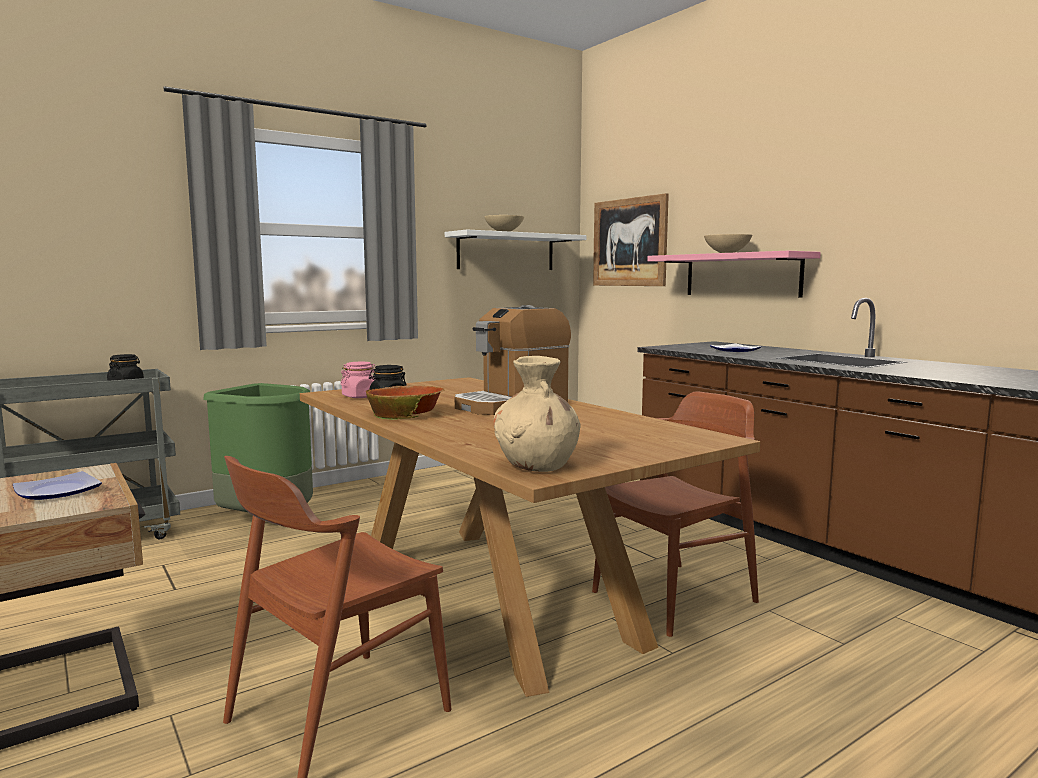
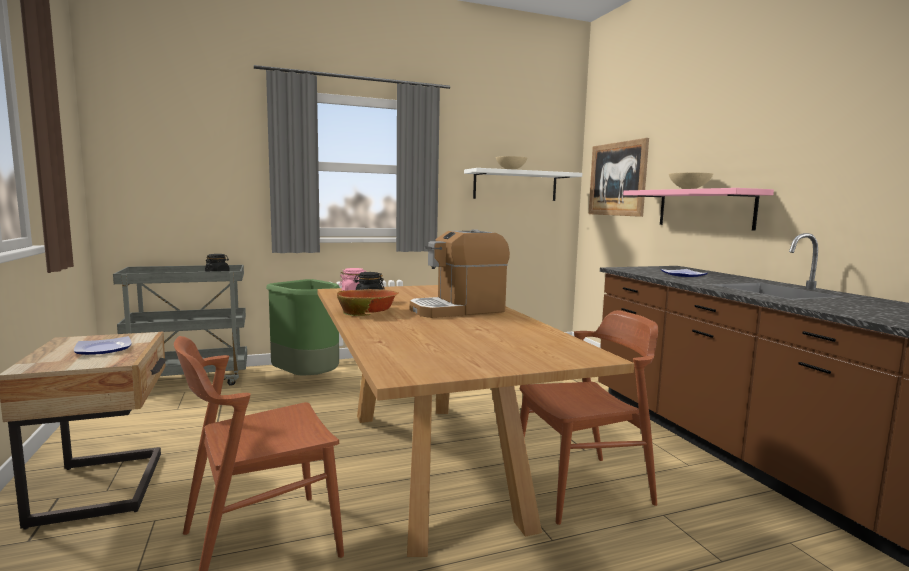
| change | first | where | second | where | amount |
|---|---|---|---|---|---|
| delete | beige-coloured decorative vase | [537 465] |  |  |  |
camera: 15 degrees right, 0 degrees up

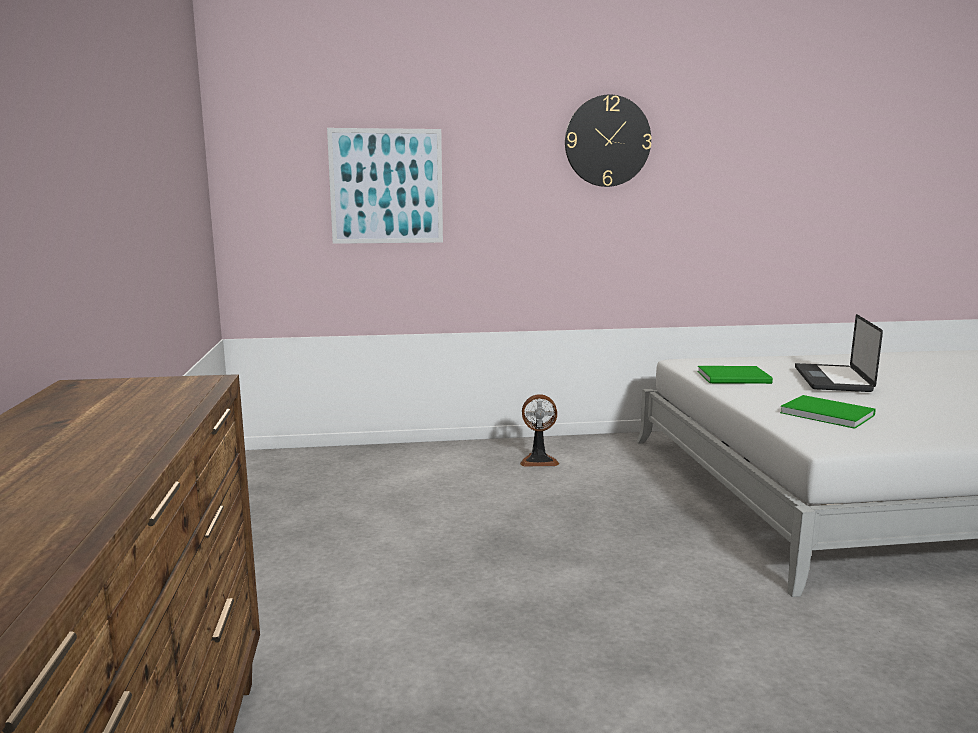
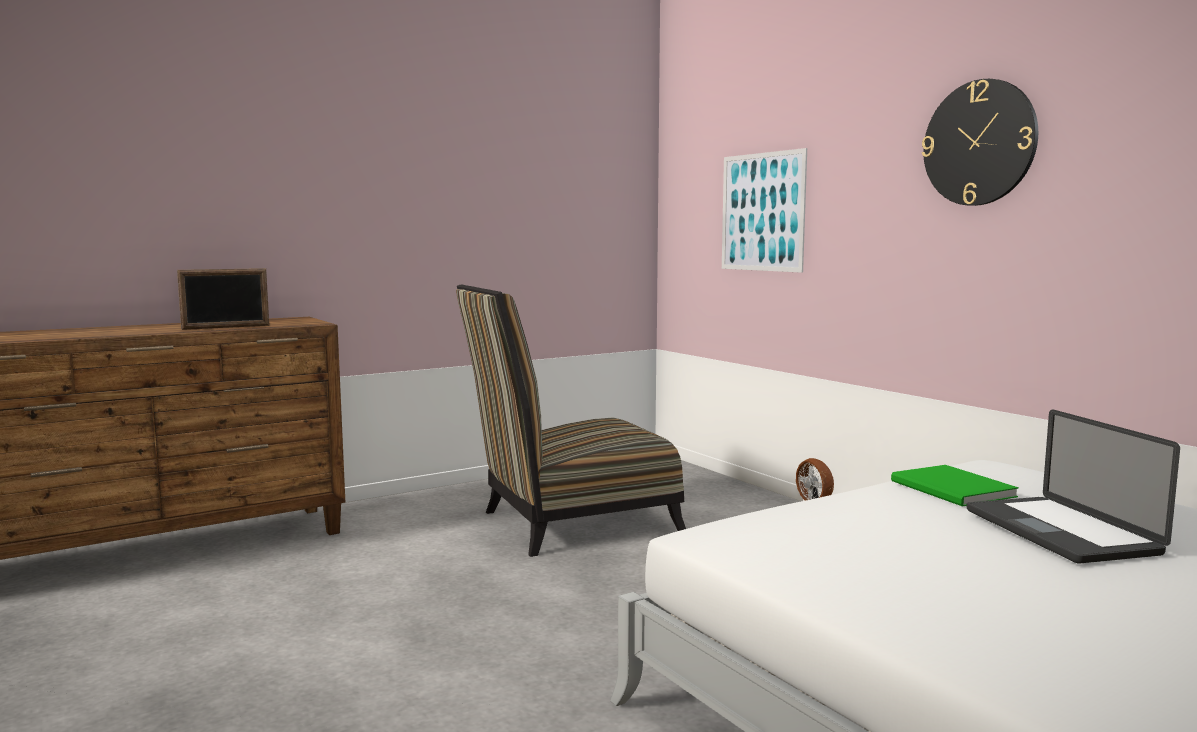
| change | first | where | second | where | amount |
|---|---|---|---|---|---|
| rotate | portable computer | [832 379] |  | [1059 532] | 90 degrees counterclockwise |
| delete | greenish bound book | [825 413] |  |  |  |
| insert |  |  | picture frame | [226 327] |  |
| insert |  |  | plain chair | [569 523] |  |
camera: 65 degrees right, 5 degrees down

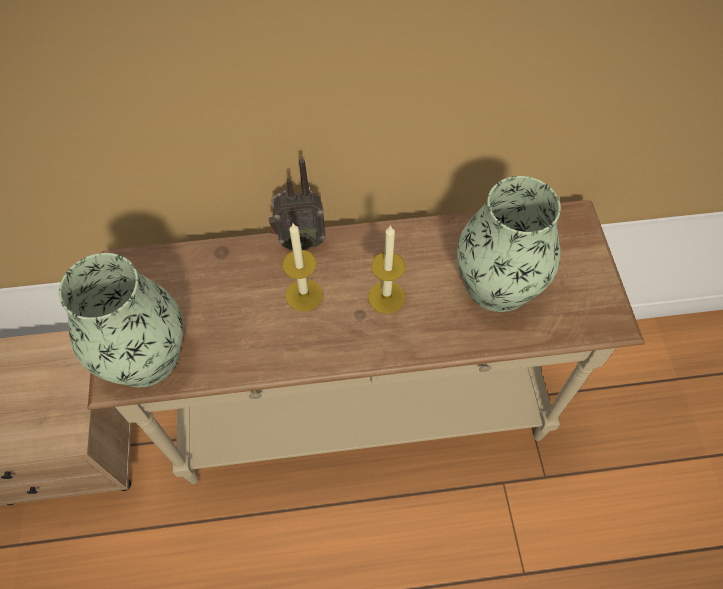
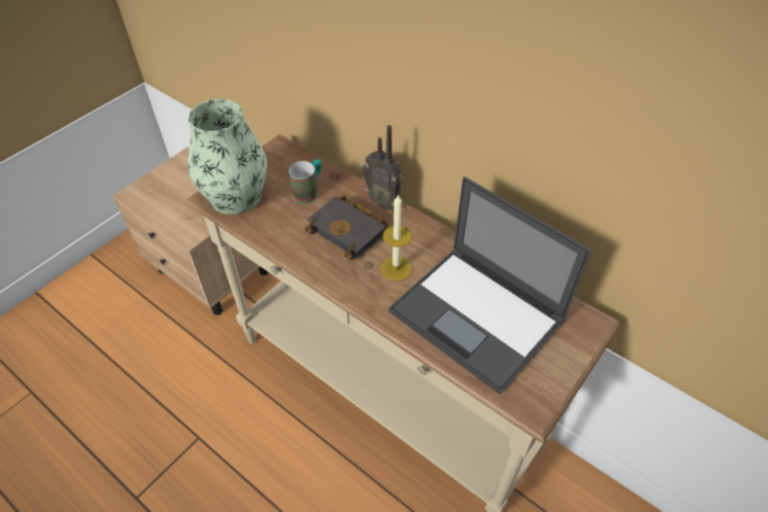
| change | first | where | second | where | amount |
|---|---|---|---|---|---|
| replace | decorative vase | [498 283] | portable computer | [478 317] |  |
| replace | candle | [304 295] | blackish bound book | [350 230] |  |
| insert |  |  | mug | [309 191] |  |
camera: 45 degrees right, 10 degrees down

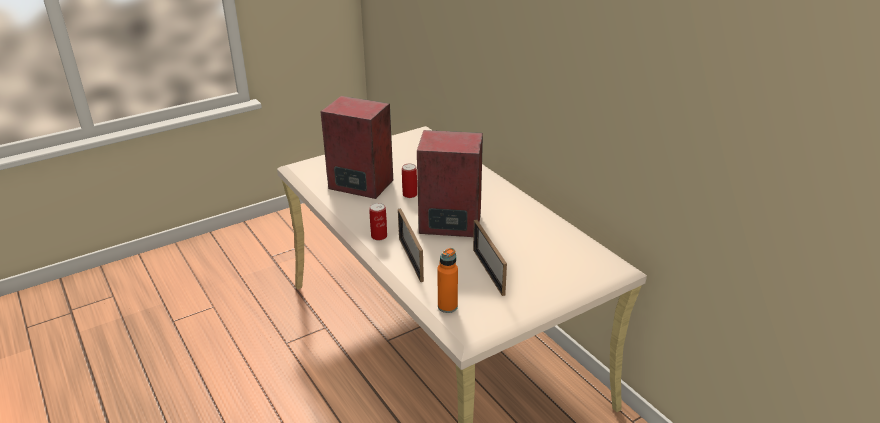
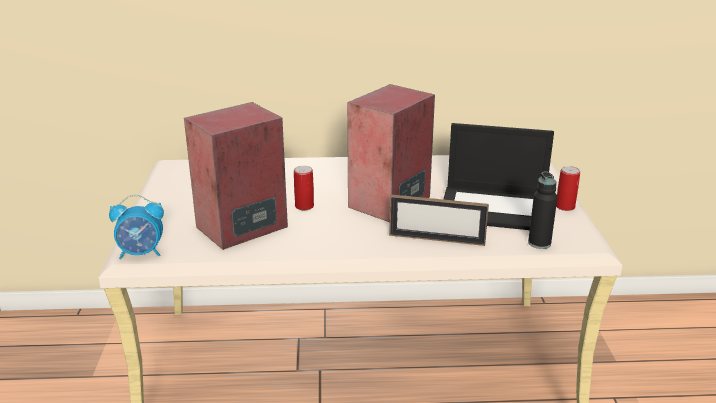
| change | first | where | second | where | amount |
|---|---|---|---|---|---|
| move | metal can | [379 236] |  | [565 207] |  |
| replace | picture frame | [488 271] | portable computer | [495 208] |  |
| recolor | orangey beverage bottle | [447 306] | blackish beverage bottle | [539 243] |  |
| insert |  |  | table clock | [141 253] |  |
camera: 60 degrees left, 5 degrees down

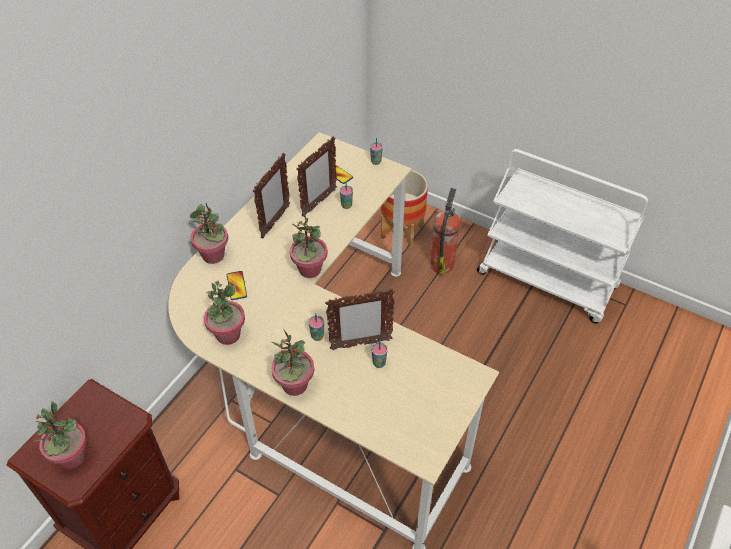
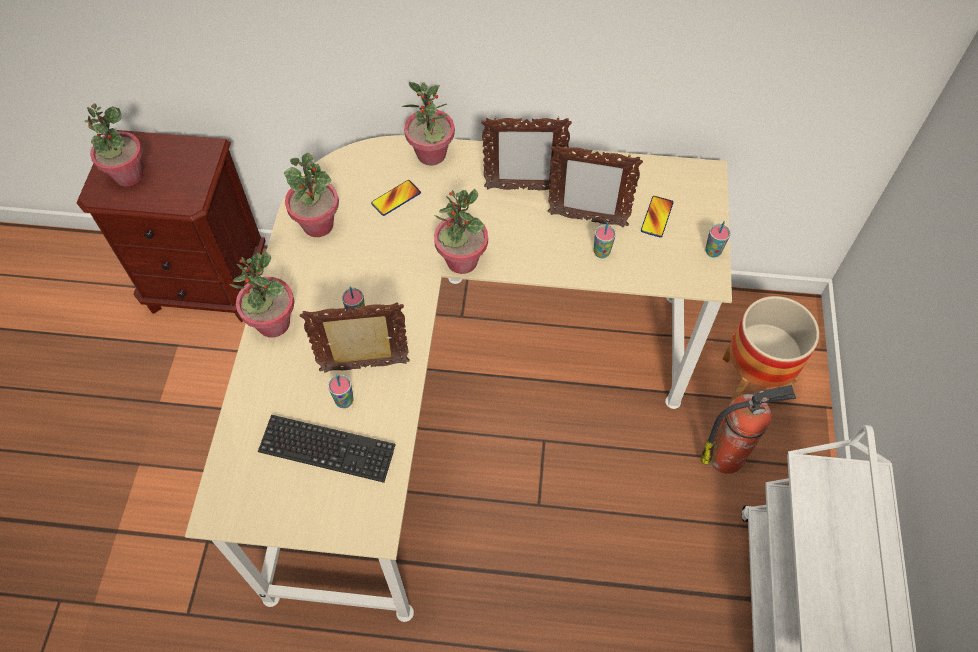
| change | first | where | second | where | amount |
|---|---|---|---|---|---|
| rotate | picture frame | [360 344] |  | [366 367] | 120 degrees clockwise |
| insert |  |  | PC keyboard | [327 449] |  |
camera: 65 degrees right, 10 degrees up

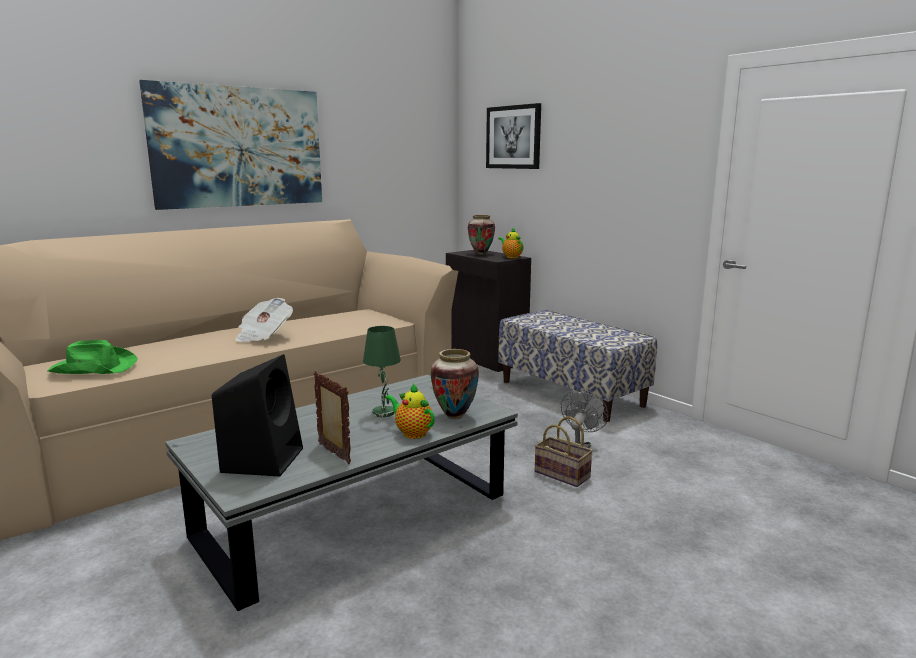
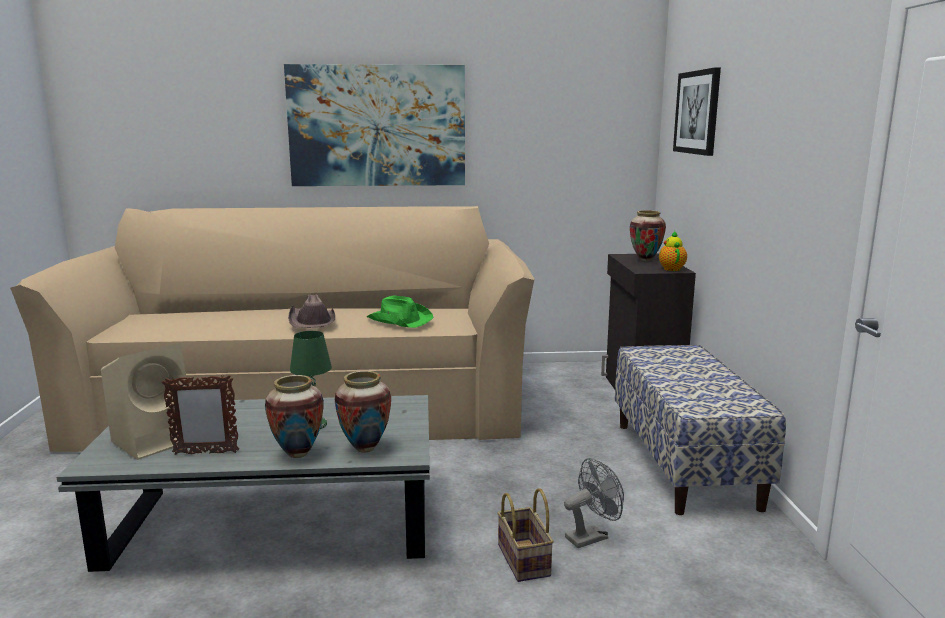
| change | first | where | second | where | amount |
|---|---|---|---|---|---|
| replace | printed paper | [263 335] | brown-coloured clothing hat | [312 320] |  |
| move | greenish clothing hat | [93 368] |  | [399 320] |  |
| recolor | blackish loudspeaker | [263 459] | beige-coloured loudspeaker | [156 440] |  |
| rotate | picture frame | [333 454] |  | [205 453] | 90 degrees clockwise |
| replace | pot for tea | [412 433] | decorative vase | [297 454] |  |
camera: 35 degrees right, 0 degrees up

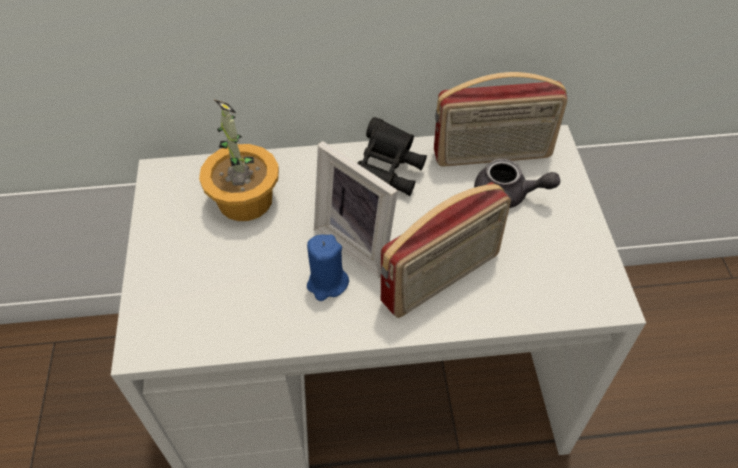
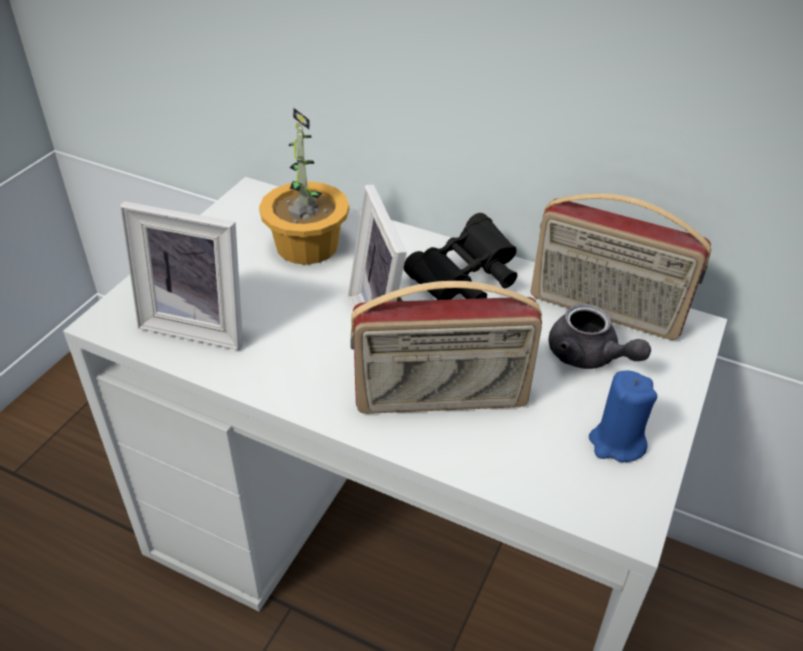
| change | first | where | second | where | amount |
|---|---|---|---|---|---|
| move | blue-coloured candle | [327 283] |  | [616 443] |  |
| insert |  |  | picture frame | [199 324] |  |
camera: 30 degrees right, 10 degrees down

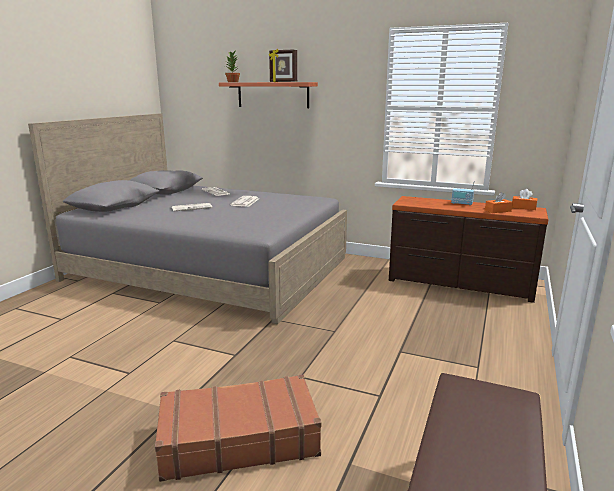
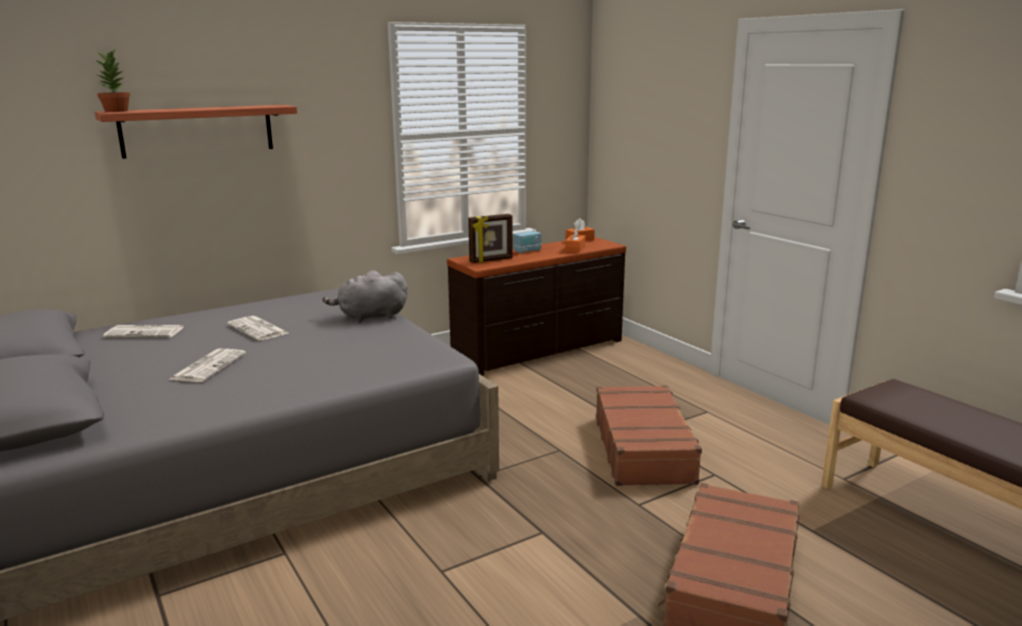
| change | first | where | second | where | amount |
|---|---|---|---|---|---|
| move | picture frame | [283 82] |  | [491 260] |  |
| insert |  |  | grey cuddly toy | [370 316] |  |
| insert |  |  | brown-coloured piece of luggage | [644 448] |  |
camera: 55 degrees left, 0 degrees up

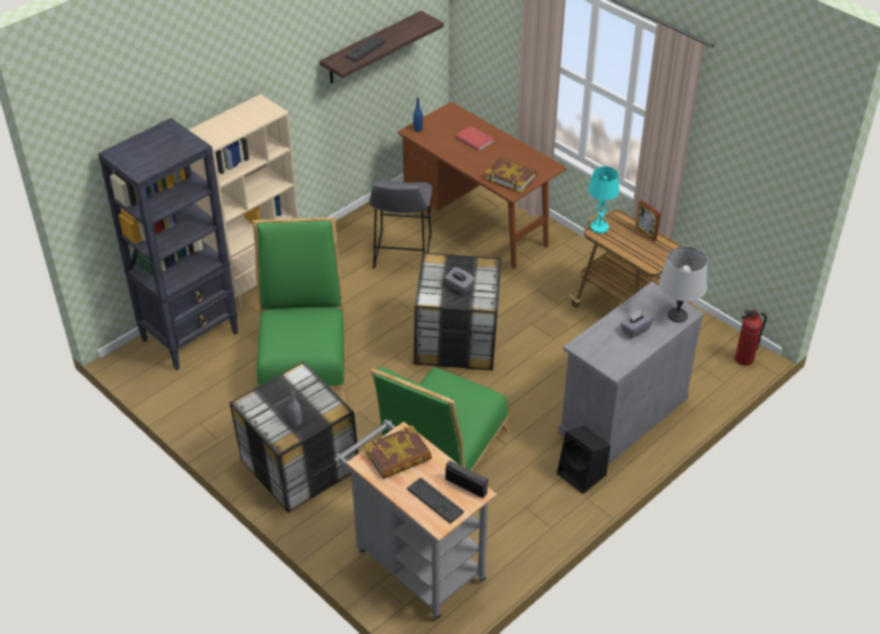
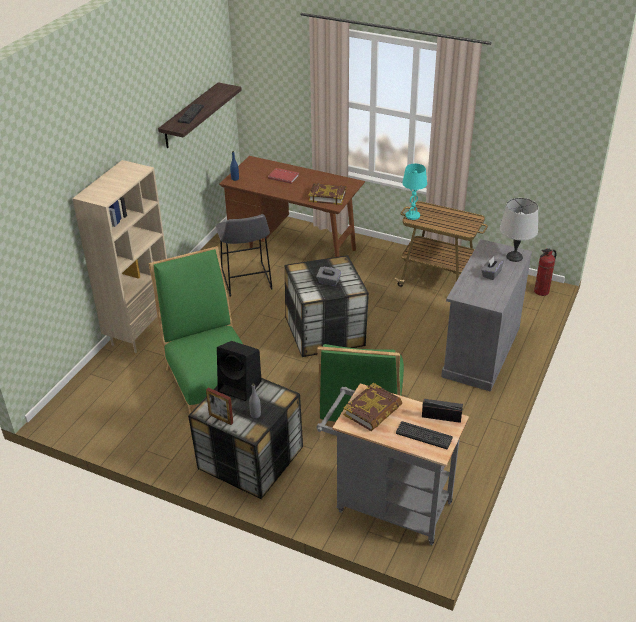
| change | first | where | second | where | amount |
|---|---|---|---|---|---|
| delete | blackish shelving unit | [191 336] |  |  |  |
| move | picture frame | [645 233] |  | [221 418] |  |
| move | blackish loudspeaker | [582 475] |  | [241 386] |  |
camera: 20 degrees left, 5 degrees down

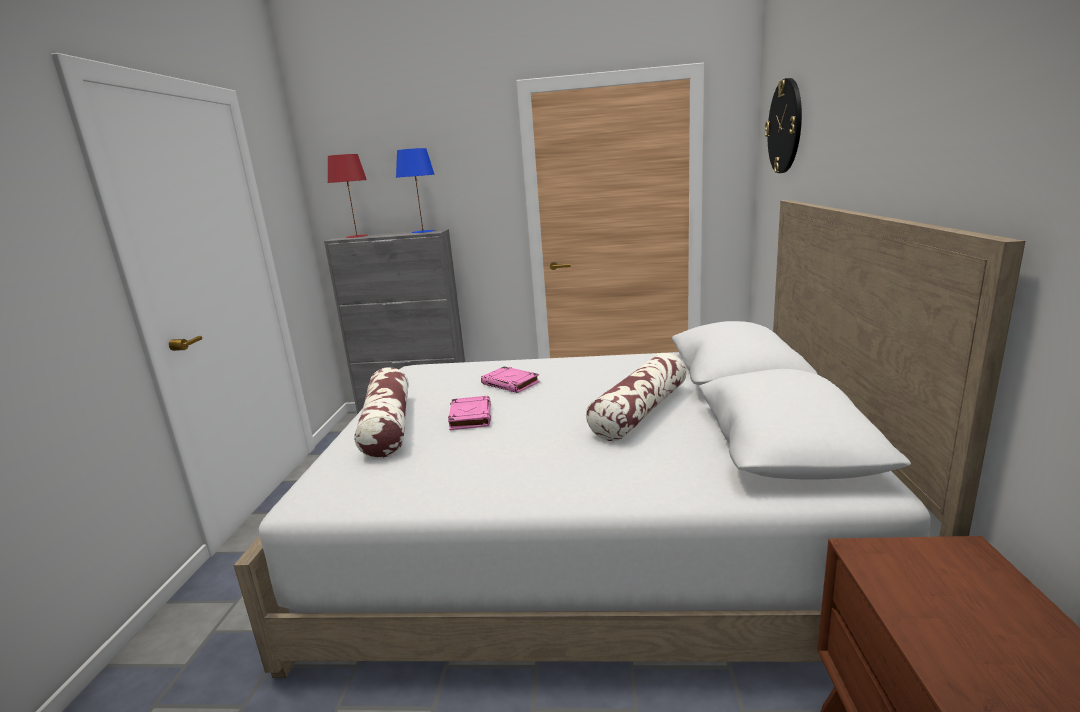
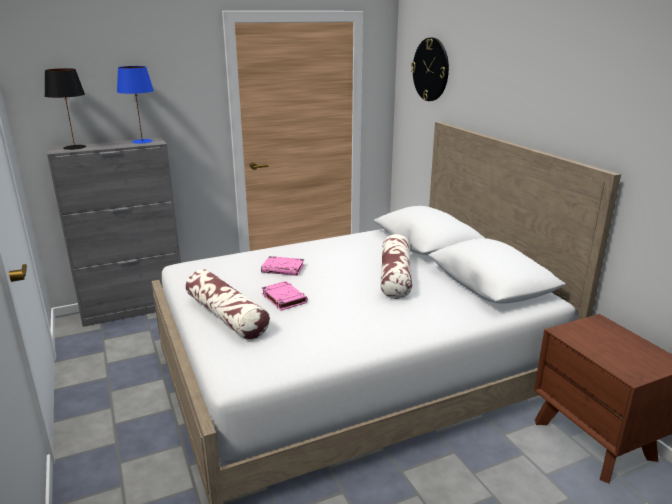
| change | first | where | second | where | amount |
|---|---|---|---|---|---|
| recolor | red-coloured lamp for a table | [357 236] | blackish lamp for a table | [75 147] |  |
camera: 30 degrees left, 5 degrees up

